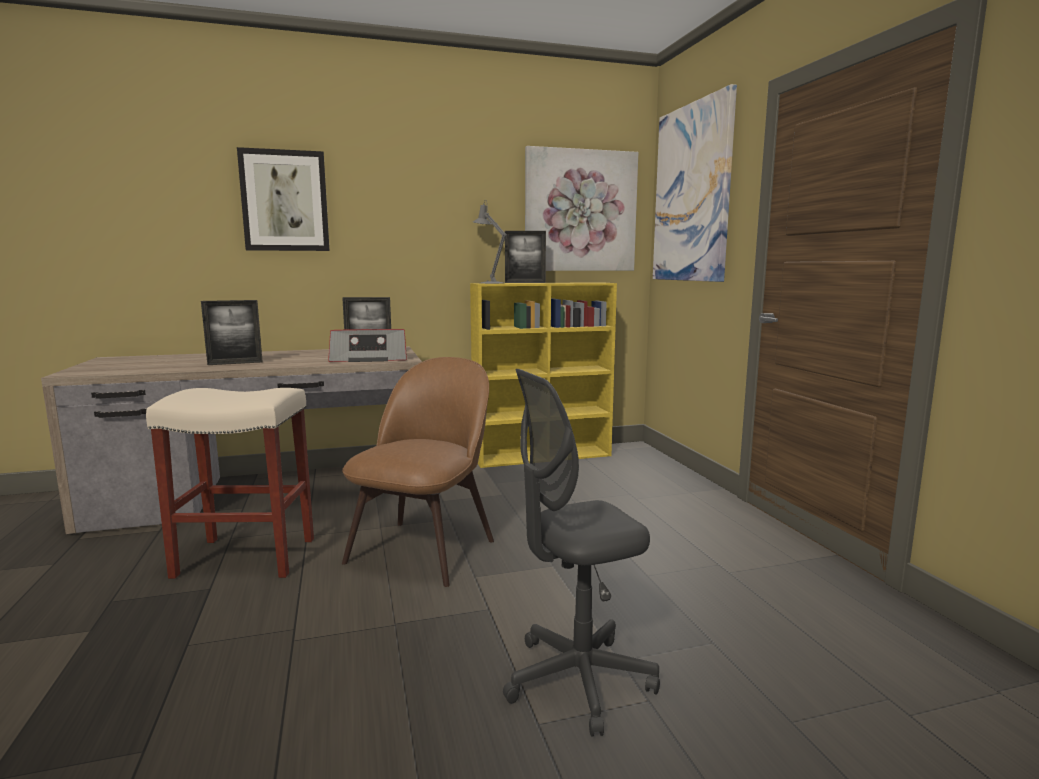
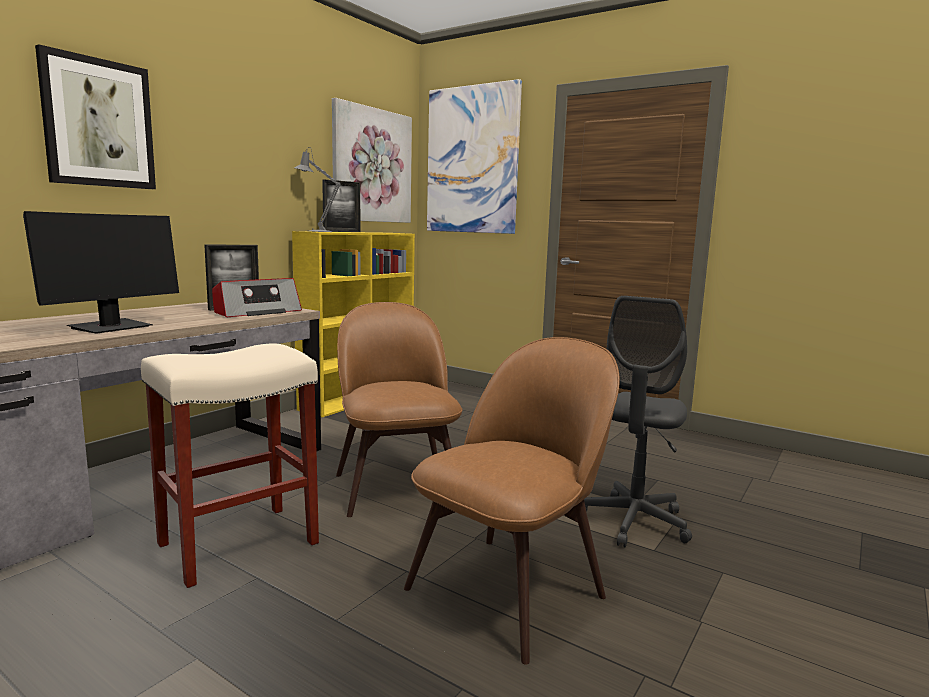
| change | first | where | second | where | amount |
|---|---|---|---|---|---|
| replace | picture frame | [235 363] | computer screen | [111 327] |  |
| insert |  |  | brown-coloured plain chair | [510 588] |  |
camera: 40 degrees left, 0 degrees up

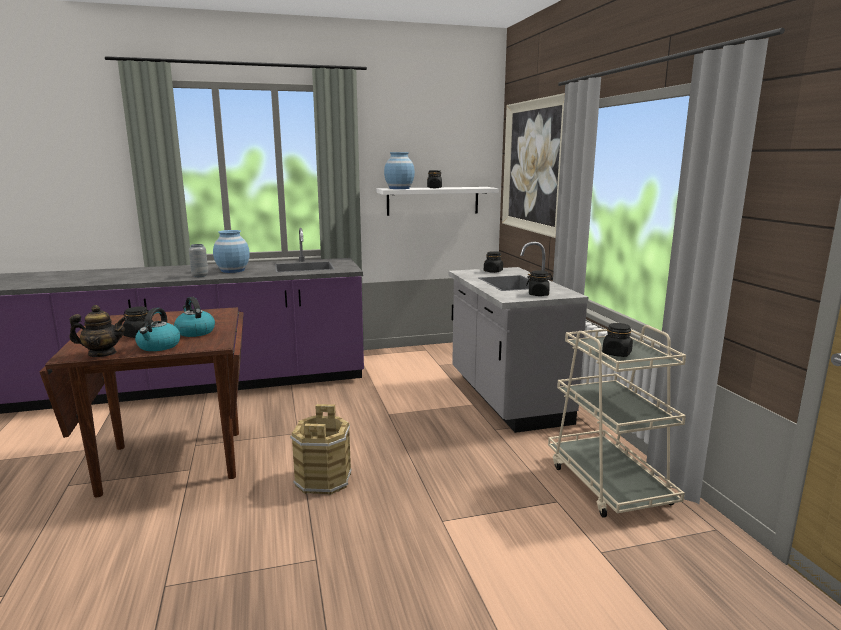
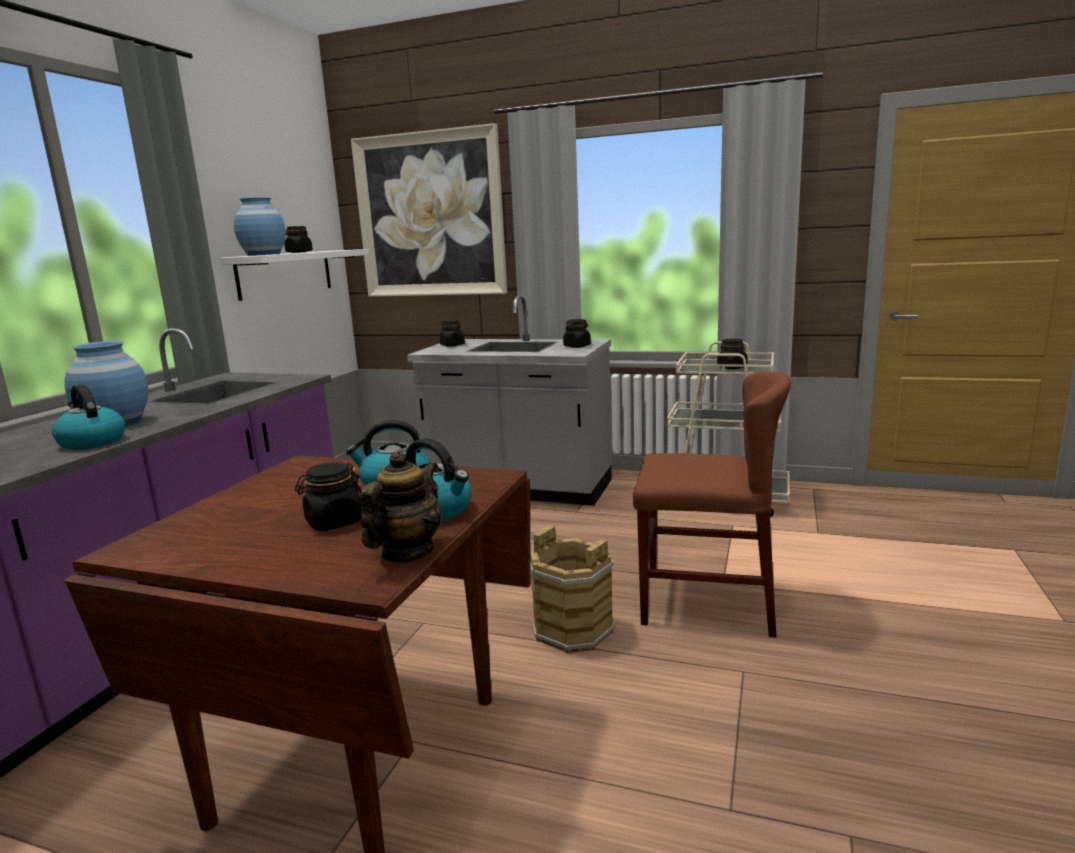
| change | first | where | second | where | amount |
|---|---|---|---|---|---|
| replace | grey decorative vase | [200 276] | kettle | [91 442] |  |
| insert |  |  | brown-coloured plain chair | [707 602] |  |
camera: 55 degrees left, 0 degrees up

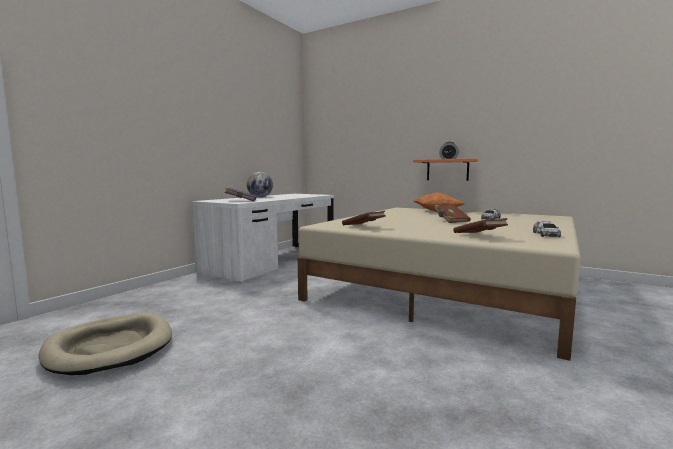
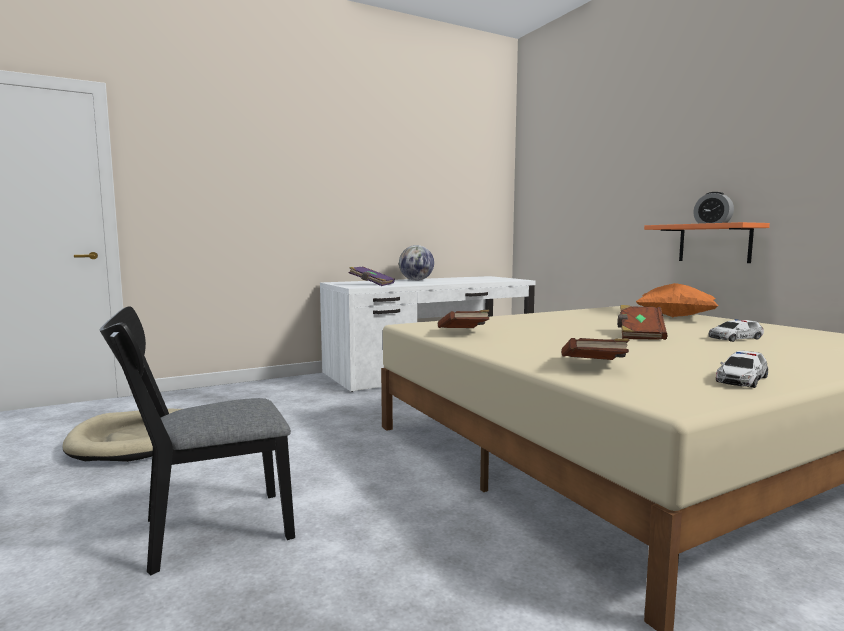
| change | first | where | second | where | amount |
|---|---|---|---|---|---|
| insert |  |  | blackish plain chair | [205 531] |  |
camera: 30 degrees right, 0 degrees up

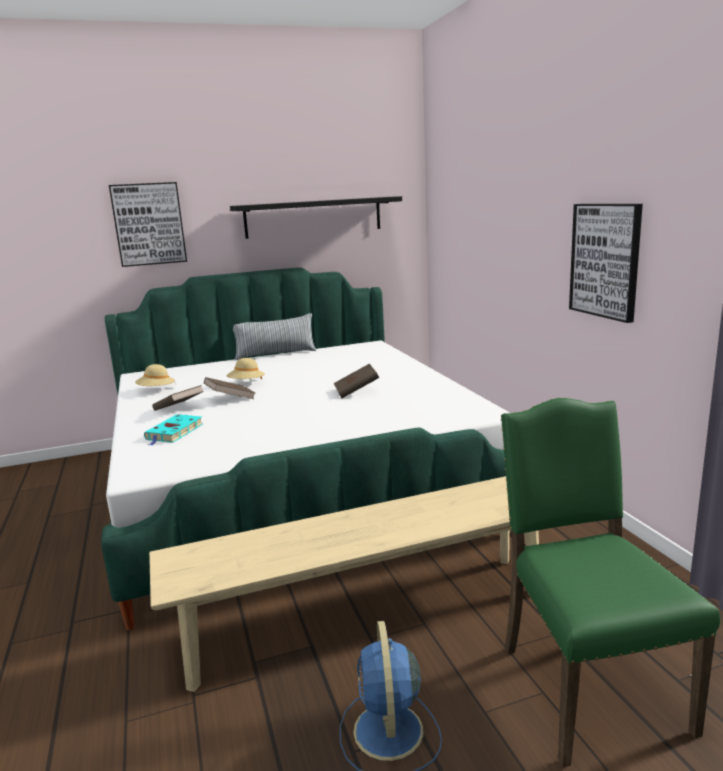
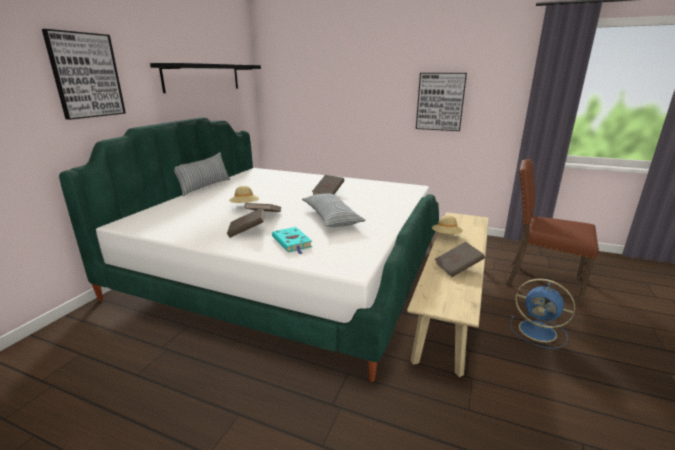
| change | first | where | second | where | amount |
|---|---|---|---|---|---|
| move | beige-coloured clothing hat | [156 390] |  | [446 236] |  |
| recolor | greenish plain chair | [586 685] | brown-coloured plain chair | [541 281] |  |
| insert |  |  | pillow | [331 218] |  |
| insert |  |  | brown-coloured bound book | [458 268] |  |
camera: 50 degrees left, 5 degrees up

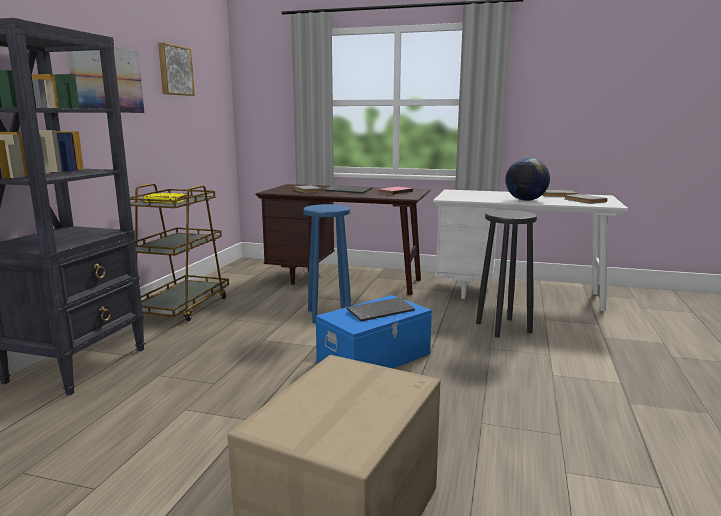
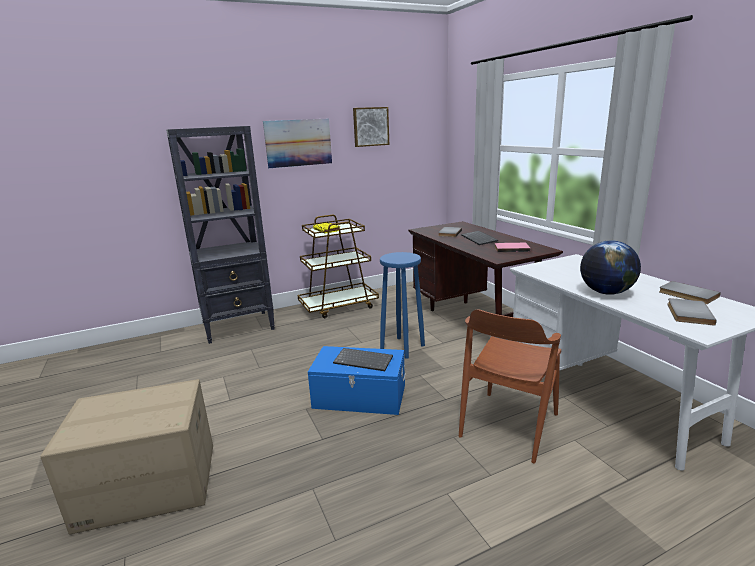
| change | first | where | second | where | amount |
|---|---|---|---|---|---|
| replace | blackish sitting stool | [502 327] | brown-coloured plain chair | [508 425] |  |
camera: 50 degrees right, 5 degrees up

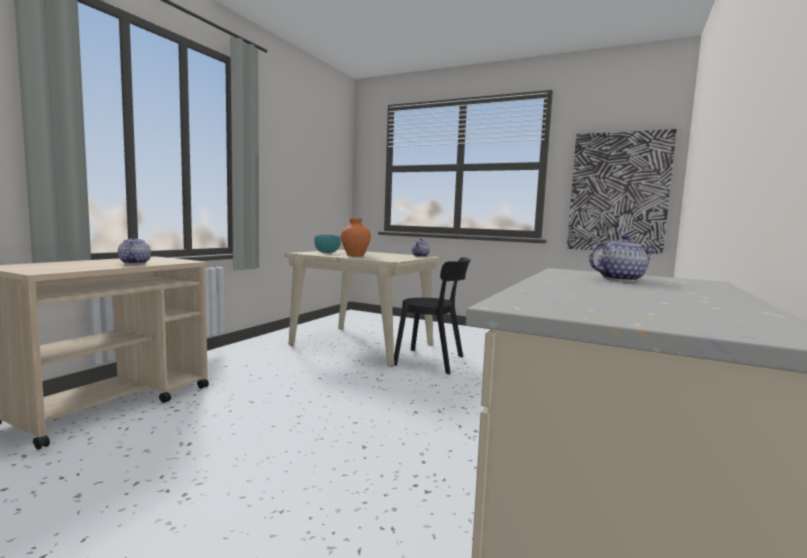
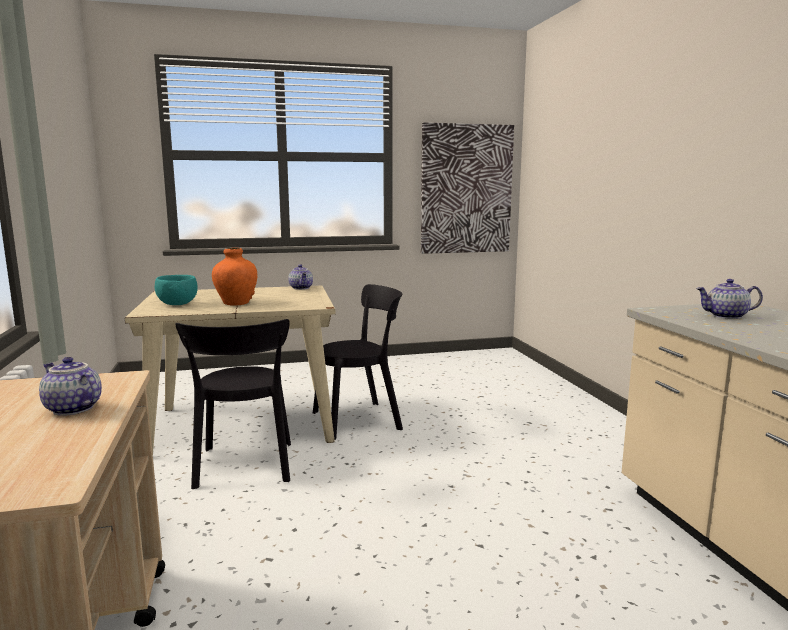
| change | first | where | second | where | amount |
|---|---|---|---|---|---|
| rotate | pot for tea | [619 279] |  | [726 316] | 120 degrees counterclockwise |
| insert |  |  | blackish plain chair | [244 467] |  |
camera: 40 degrees left, 5 degrees up

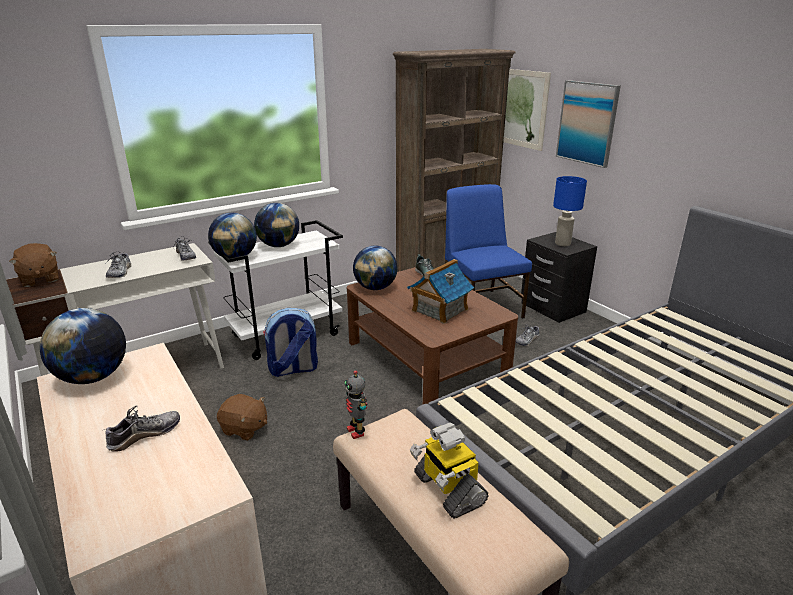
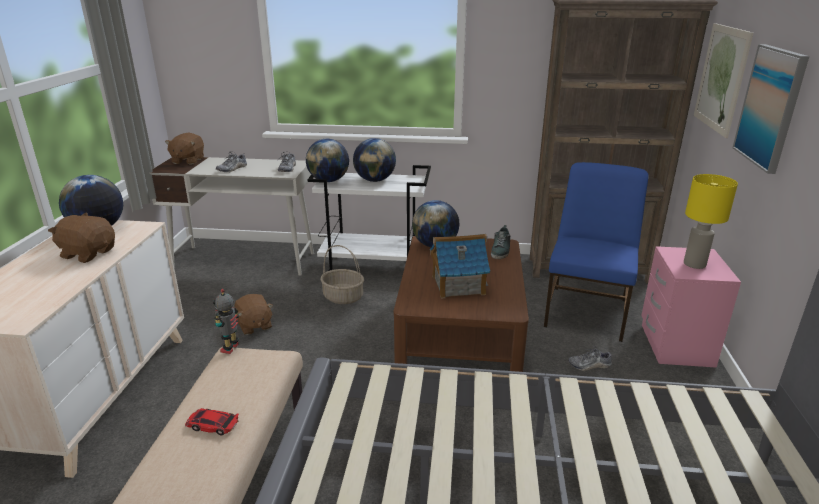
| change | first | where | second | where | amount |
|---|---|---|---|---|---|
| recolor | blue-coloured lamp for a table | [562 243] | yellow-coloured lamp for a table | [695 264] |  |
| recolor | blackish night table | [552 308] | pink night table | [676 345] |  |
| replace | knapsack | [293 369] | basket | [342 297] |  |
| delete | item of footwear | [145 435] |  |  |  |
| replace | robot figure | [448 489] | model car | [212 425] |  |
| insert |  |  | brown-coloured cuddly toy | [88 253] |  |
camera: 40 degrees right, 0 degrees up

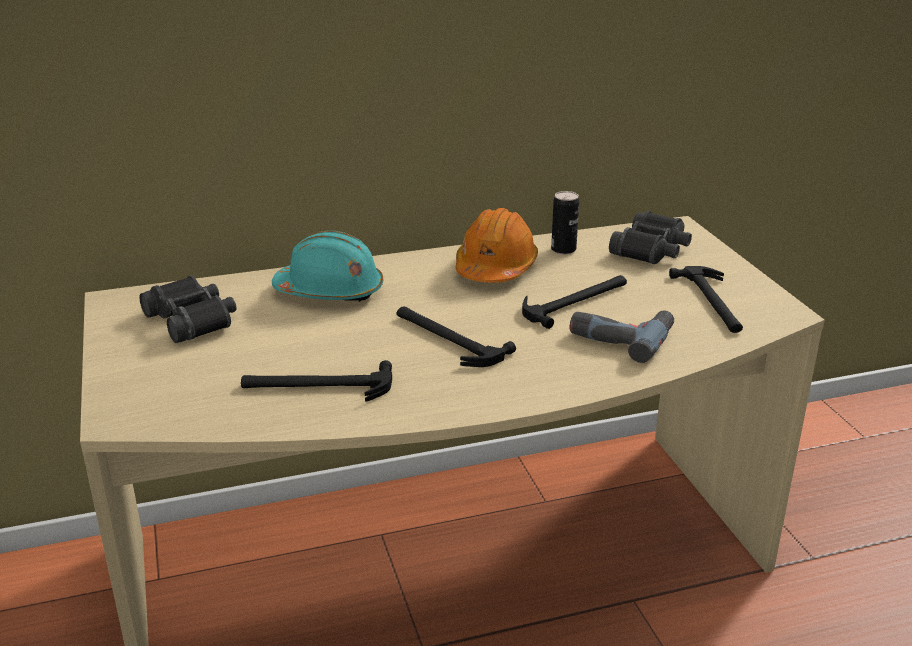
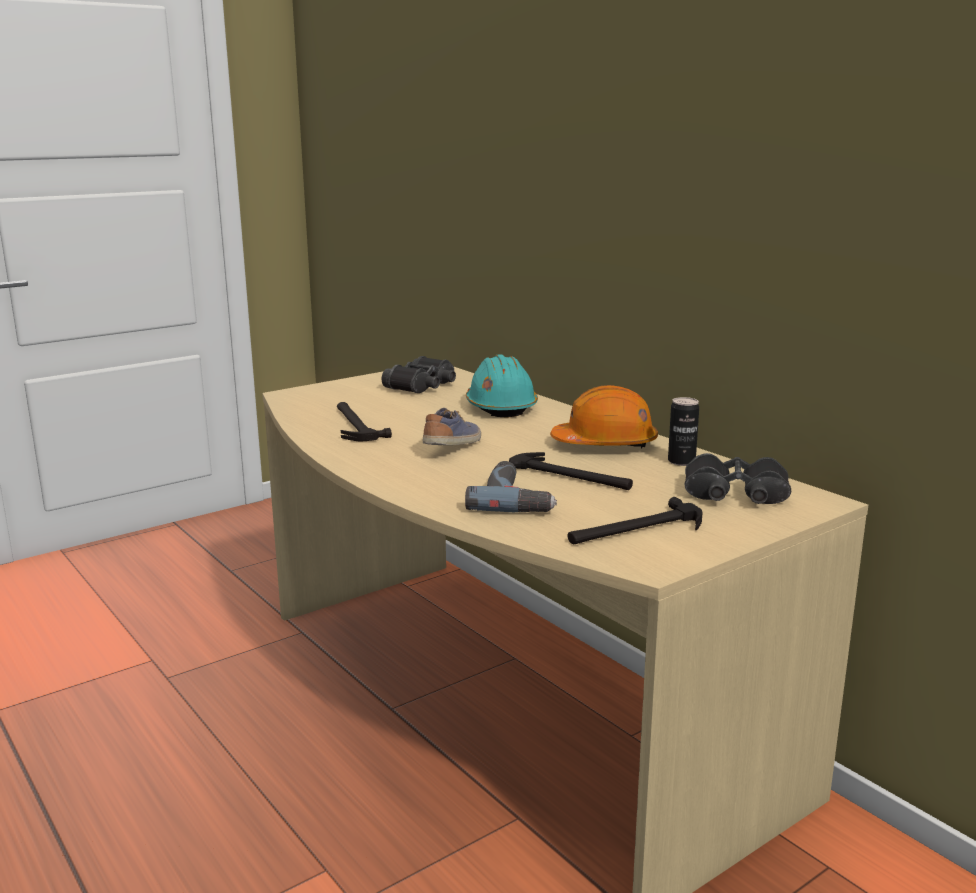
| change | first | where | second | where | amount |
|---|---|---|---|---|---|
| replace | hammer | [447 339] | item of footwear | [454 446] |  |
camera: 70 degrees right, 10 degrees down

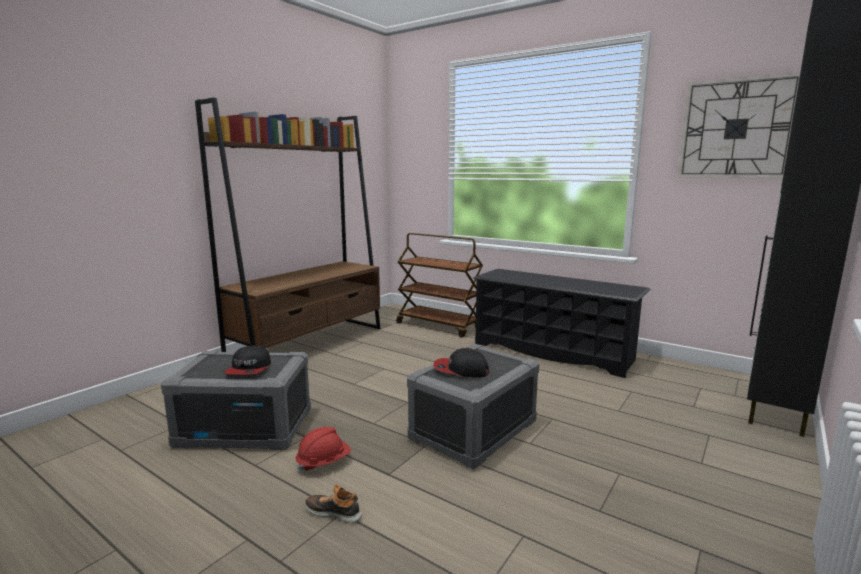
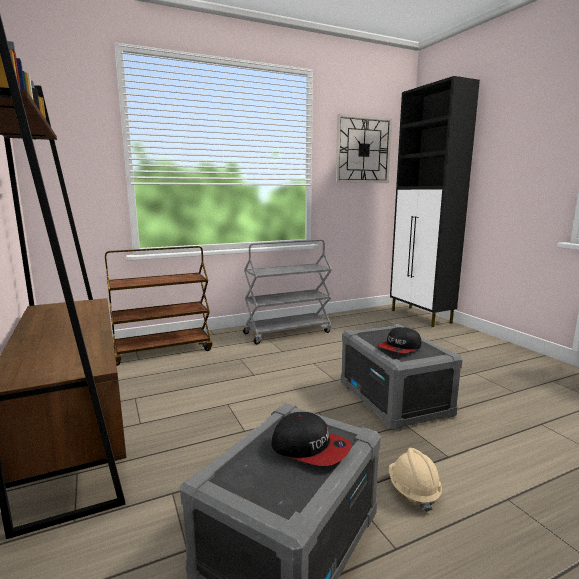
| change | first | where | second | where | amount |
|---|---|---|---|---|---|
| replace | blackish shoe stand | [553 351] | grey cart | [287 332] |  |
| recolor | red-coloured safety helmet | [323 463] | beige-coloured safety helmet | [413 491] |  |
| delete | item of footwear | [334 512] |  |  |  |
camera: 60 degrees left, 0 degrees up

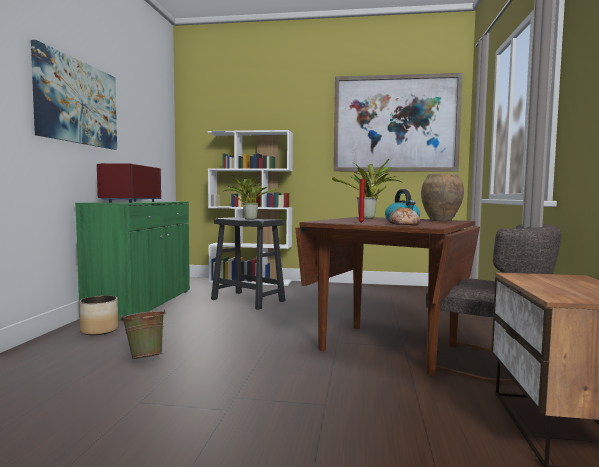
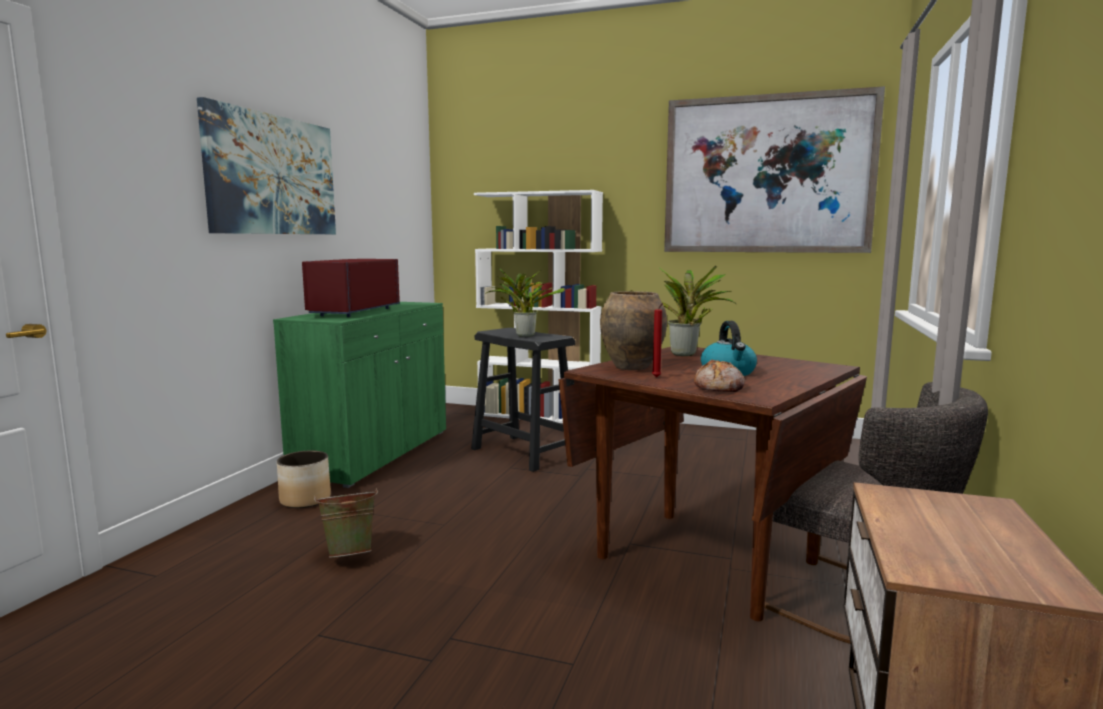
| change | first | where | second | where | amount |
|---|---|---|---|---|---|
| move | brown-coloured decorative vase | [440 220] |  | [631 367] |  |
camera: 10 degrees right, 5 degrees up

